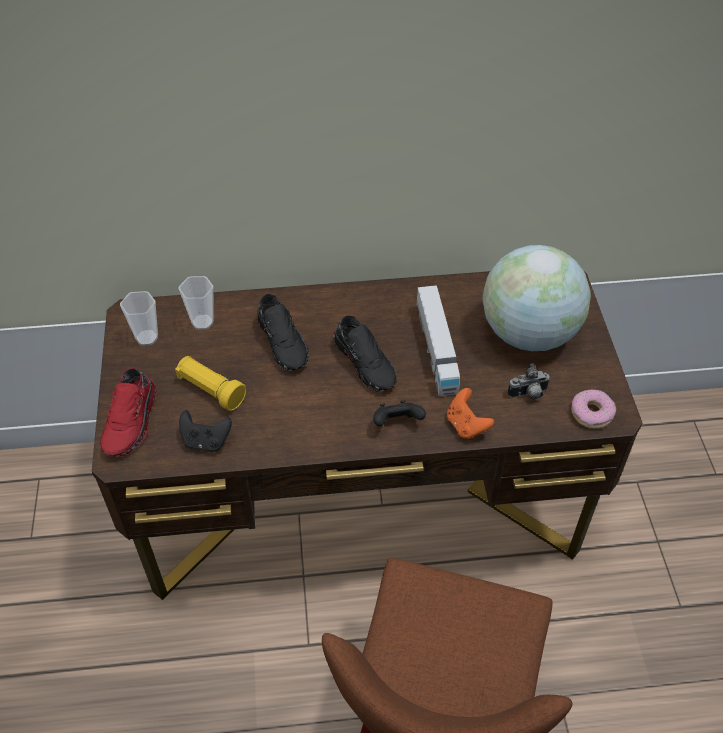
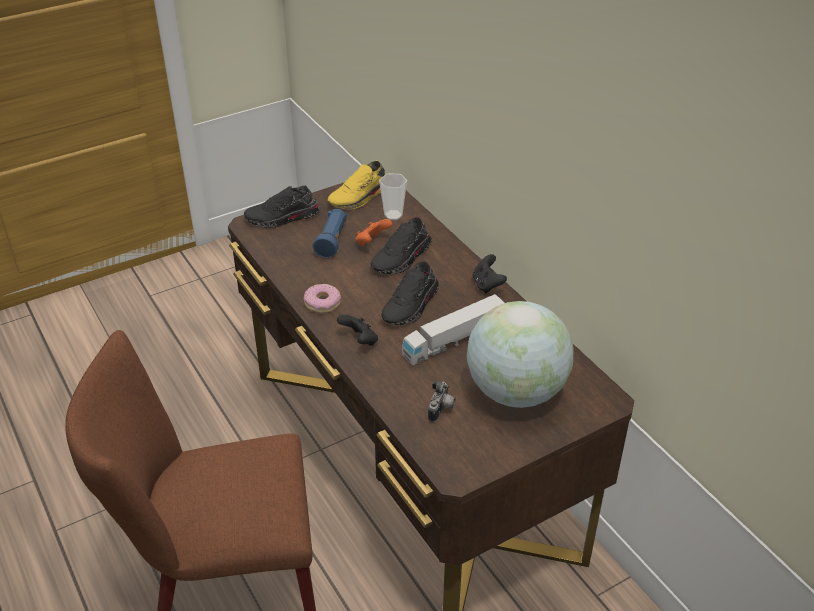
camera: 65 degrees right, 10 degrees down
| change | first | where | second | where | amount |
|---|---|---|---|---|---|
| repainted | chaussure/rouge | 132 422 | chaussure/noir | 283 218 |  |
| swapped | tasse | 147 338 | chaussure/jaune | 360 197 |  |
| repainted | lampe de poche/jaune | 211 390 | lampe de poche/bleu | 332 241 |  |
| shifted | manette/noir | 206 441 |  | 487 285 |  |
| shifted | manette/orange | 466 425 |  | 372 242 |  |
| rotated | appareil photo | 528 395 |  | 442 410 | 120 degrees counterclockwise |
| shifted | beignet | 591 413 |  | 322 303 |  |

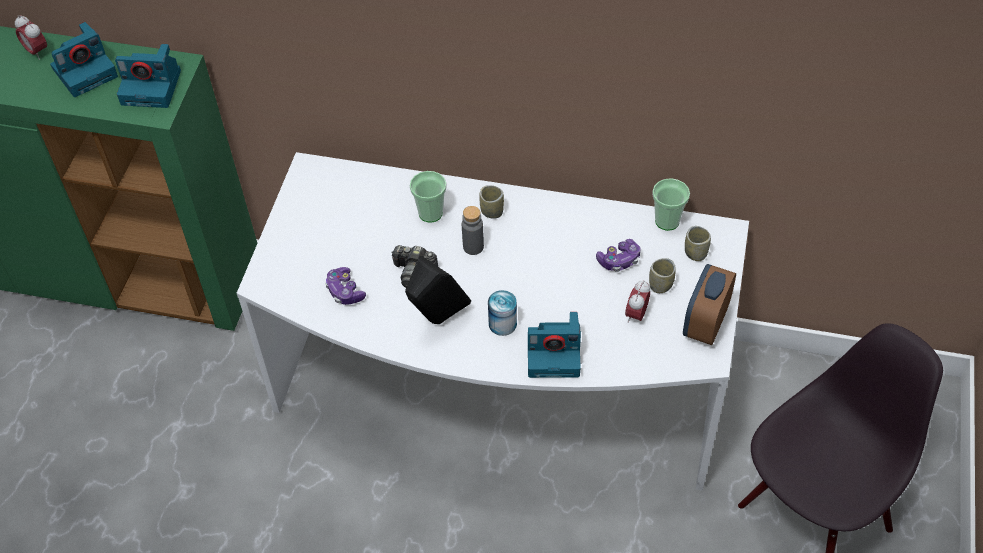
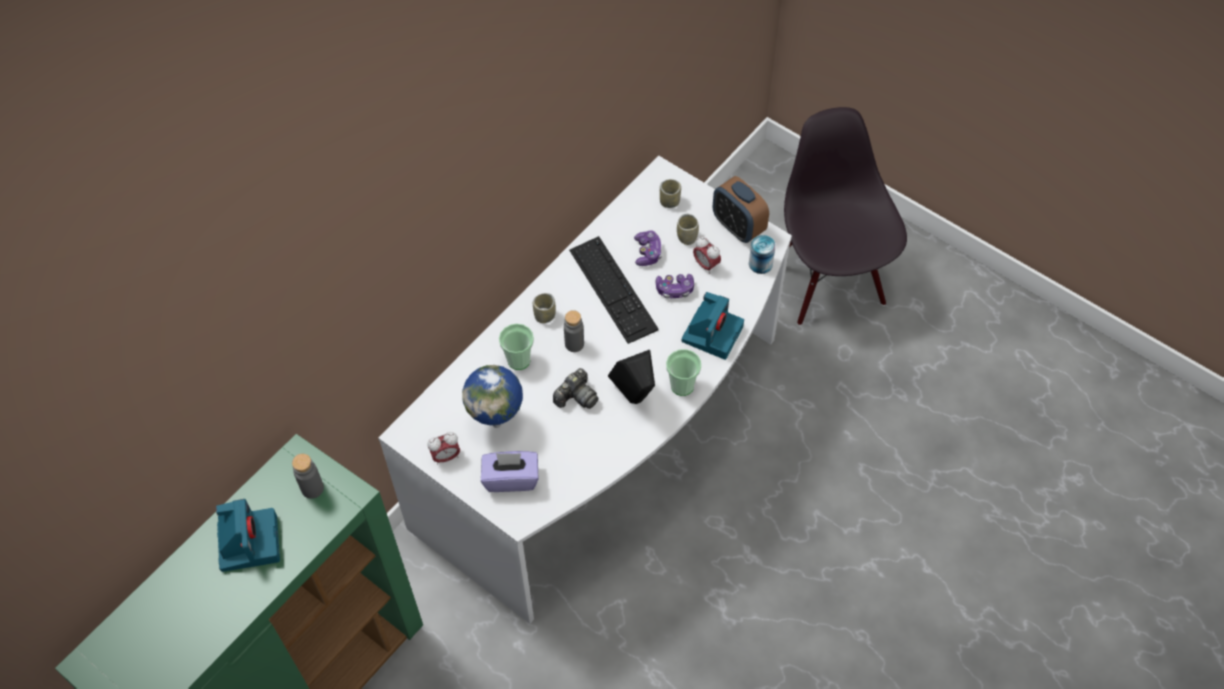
camera: 65 degrees left, 5 degrees up
| change | first | where | second | where | amount |
|---|---|---|---|---|---|
| shifted | réveil | 37 52 |  | 446 457 |  |
| swapped | appareil photo | 153 87 | bouteille/gris | 312 488 |  |
| shifted | manette | 345 291 |  | 675 289 |  |
| shifted | boîte métallique | 502 324 |  | 760 264 |  |
| shifted | tasse | 667 221 |  | 682 386 |  |
| new |  |  | globe | 498 423 |  |
| new |  |  | boîte à mouchoirs/violet | 511 478 |  |
| new |  |  | clavier | 613 289 |  |

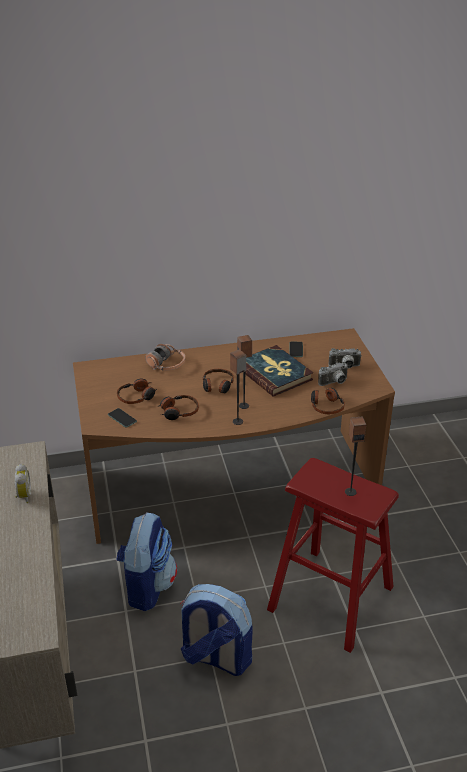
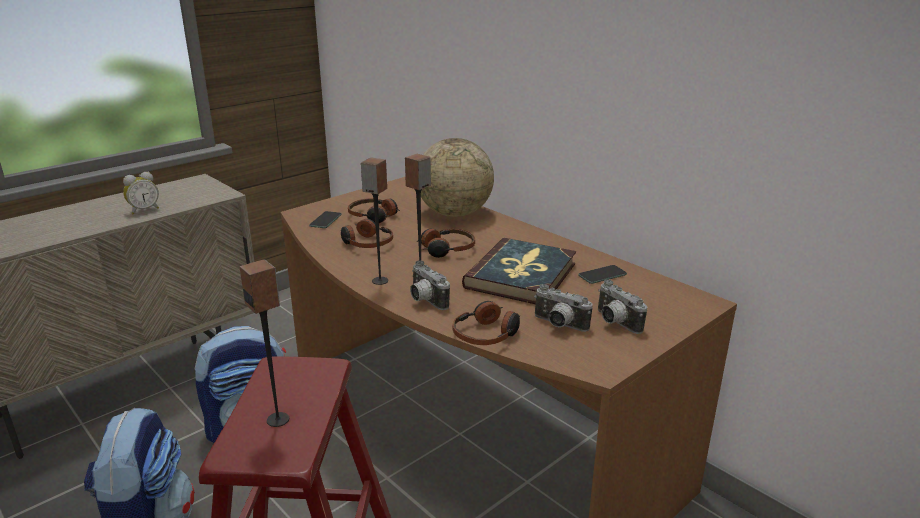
camera: 60 degrees right, 10 degrees down
| change | first | where | second | where | amount |
|---|---|---|---|---|---|
| swapped | casque audio | 166 365 | globe | 454 213 |  |
| new |  |  | appareil photo | 425 300 |  |

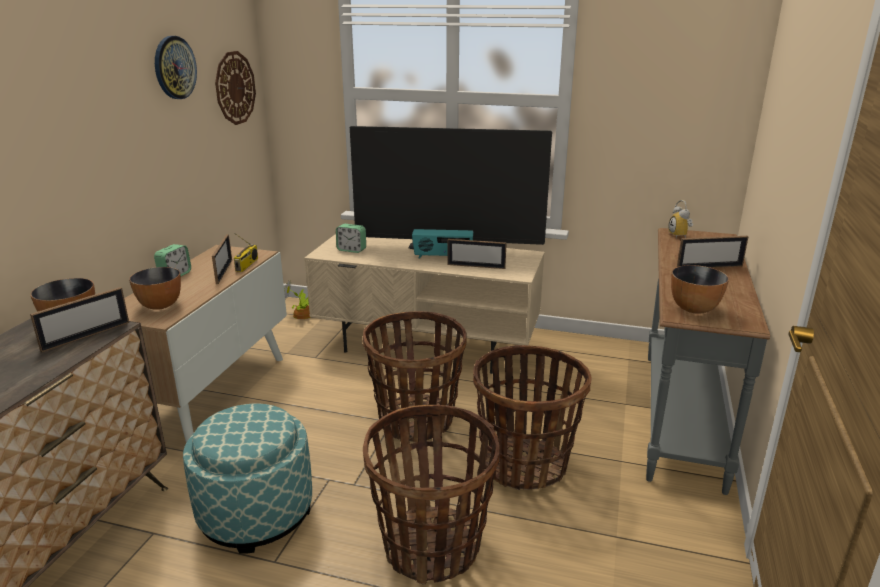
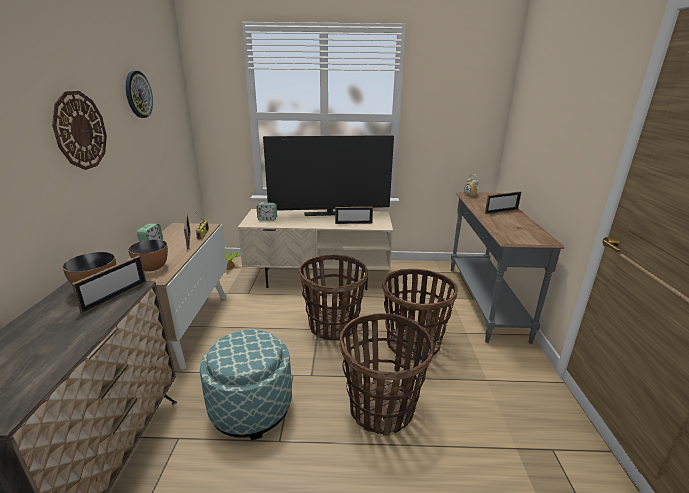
camera: 15 degrees left, 0 degrees up
| change | first | where | second | where | amount |
|---|---|---|---|---|---|
| shifted | horloge murale | 235 88 |  | 80 130 |  |
| gone | radio | 442 257 |  |  |  |
| gone | bol | 693 309 |  |  |  |

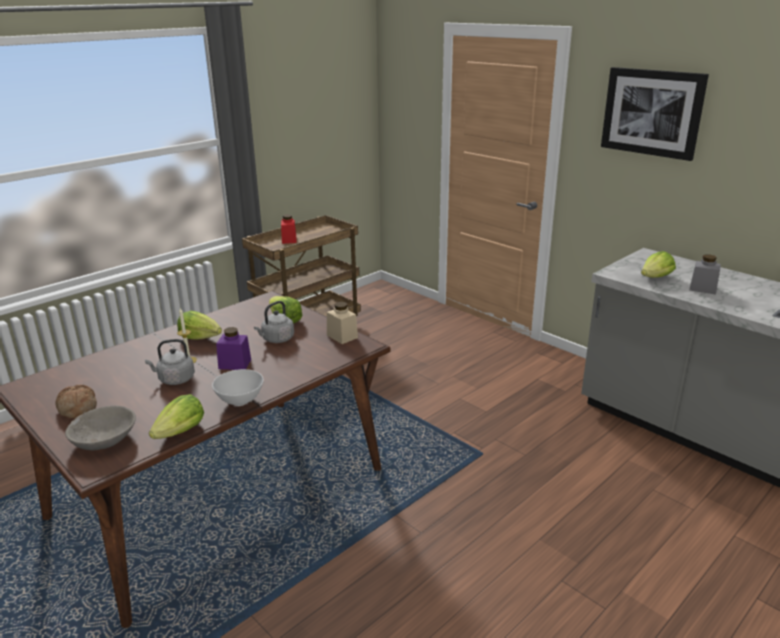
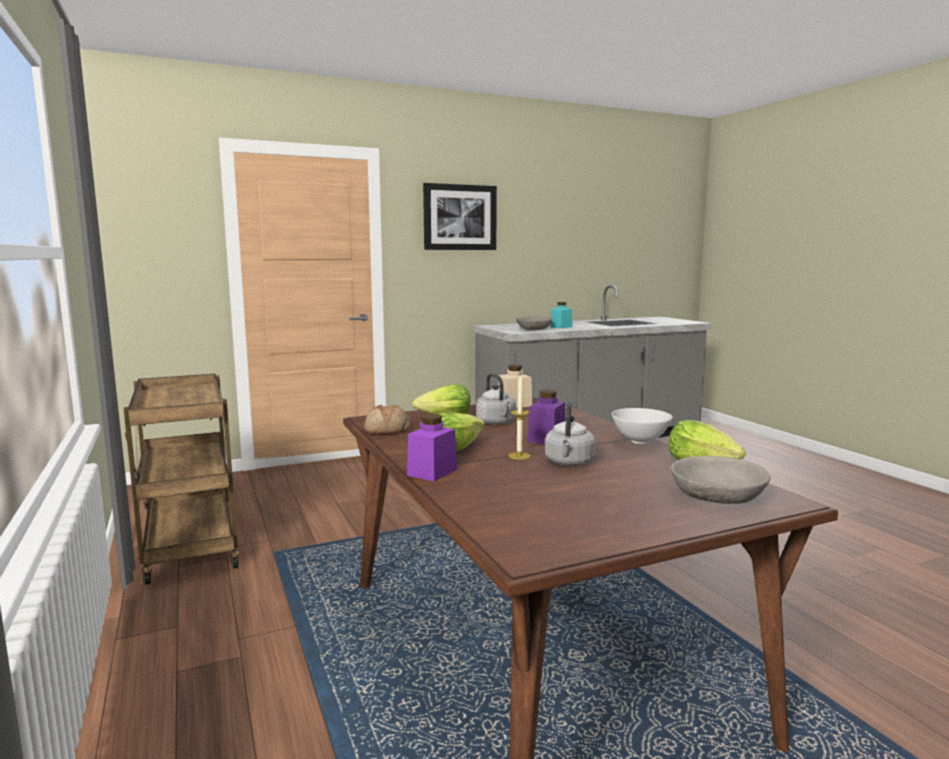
camera: 70 degrees left, 15 degrees down
| change | first | where | second | where | amount |
|---|---|---|---|---|---|
| shifted | pain | 77 408 |  | 387 430 |  |
| gone | bocal/rouge | 289 240 |  |  |  |
| swapped | laitue | 655 278 | bol/gris | 533 329 |  |
| repainted | bocal/gris | 703 288 | bocal/turquoise | 561 327 |  |
| new |  |  | bocal/violet | 432 472 |  |

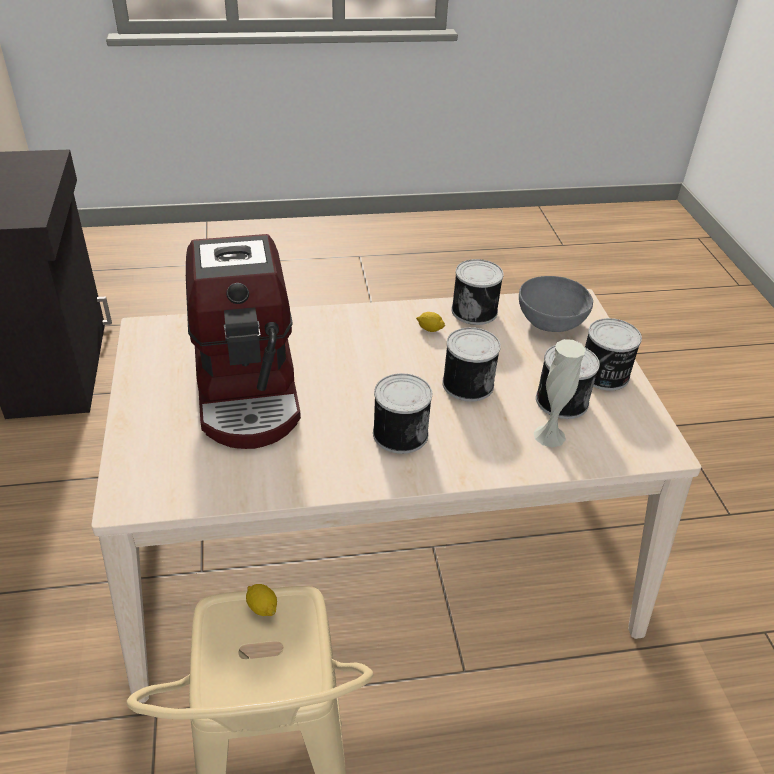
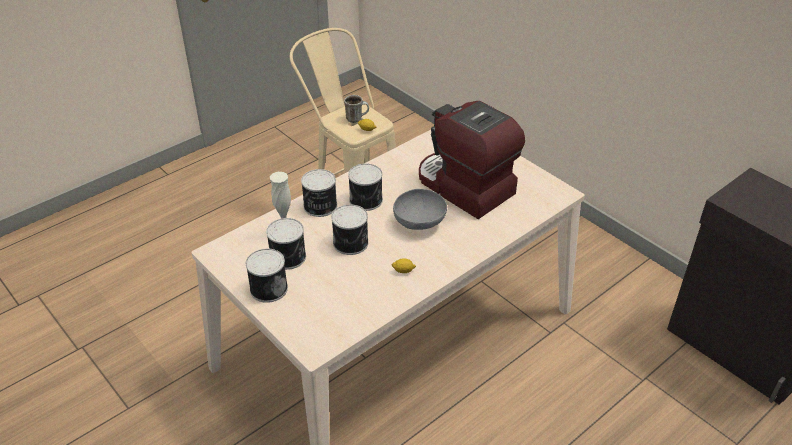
camera: 150 degrees right, 0 degrees up
| change | first | where | second | where | amount |
|---|---|---|---|---|---|
| shifted | boîte métallique | 475 310 |  | 320 206 |  |
| shifted | bol/gris | 550 320 |  | 420 223 |  |
| new |  |  | mug | 357 118 |  |

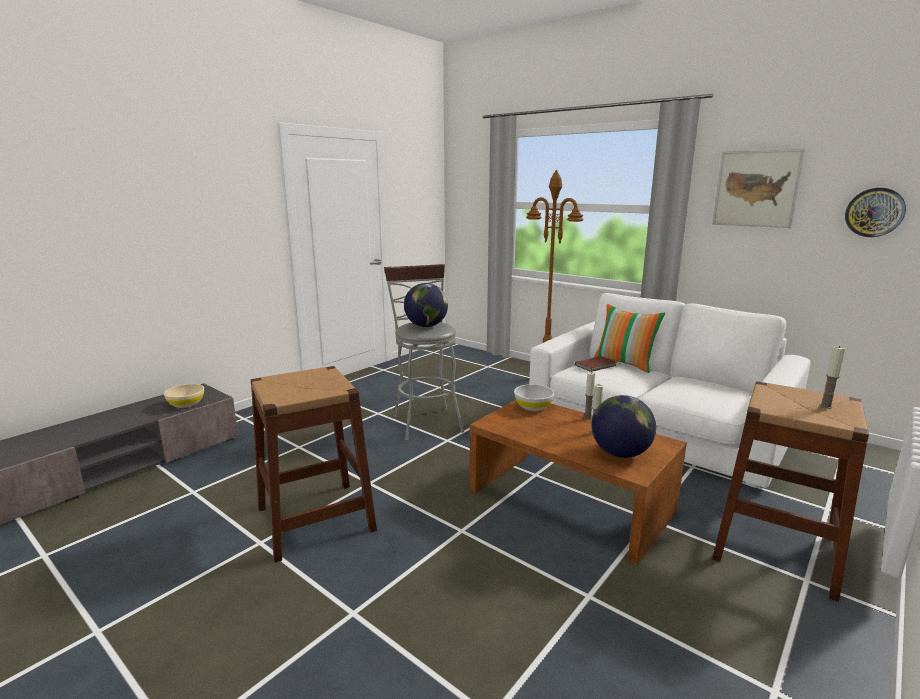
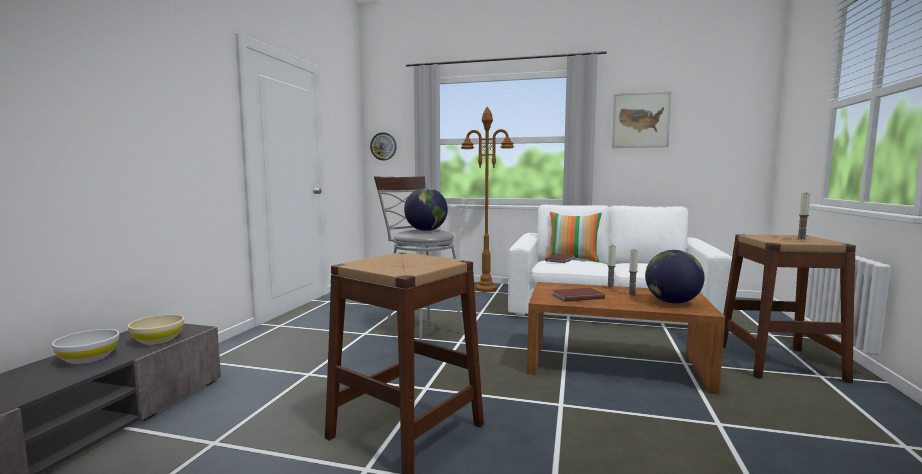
camera: 25 degrees left, 10 degrees down
| change | first | where | second | where | amount |
|---|---|---|---|---|---|
| shifted | bol/blanc | 533 407 |  | 89 358 |  |
| shifted | horloge murale | 874 212 |  | 383 146 |  |
| new |  |  | livre/marron | 577 296 |  |

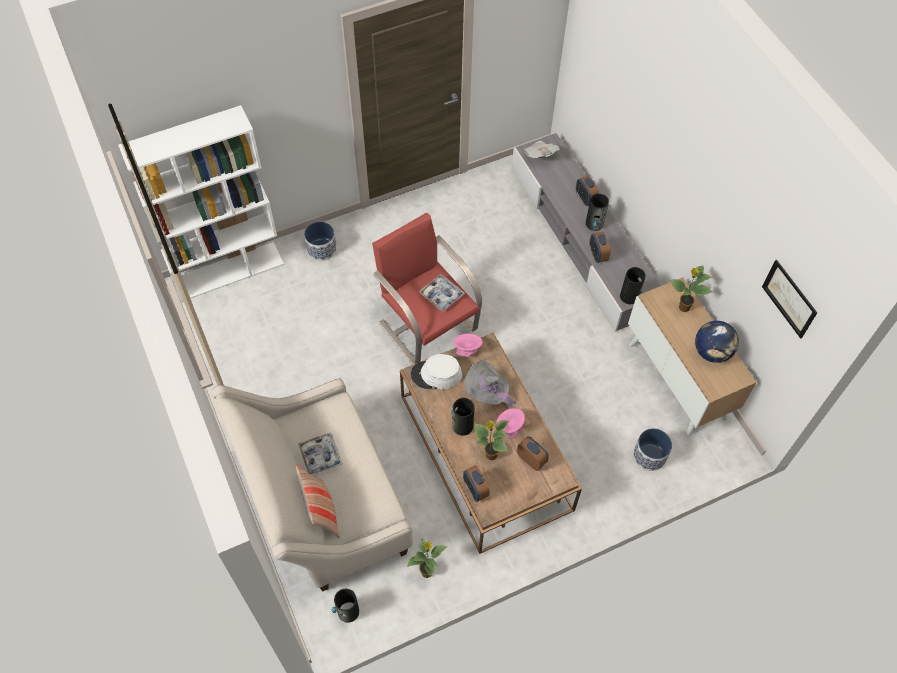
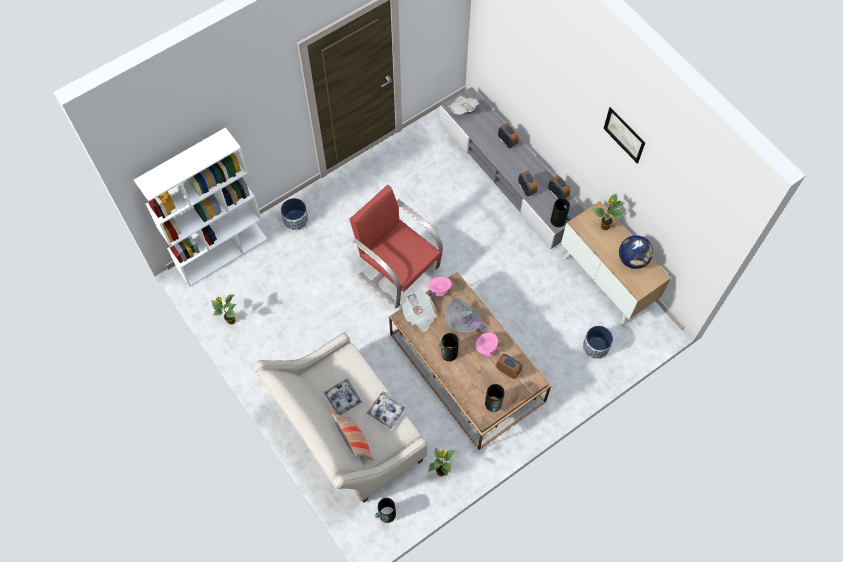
camera: 10 degrees left, 5 degrees up
| change | first | where | second | where | amount |
|---|---|---|---|---|---|
| swapped | chapeau/blanc | 436 375 | journal | 419 315 |  |
| shifted | plateau | 441 295 |  | 386 411 |  |
| shifted | réveil | 475 489 |  | 557 193 |  |
| shifted | plante en pot | 490 455 |  | 230 320 |  |
| shifted | vase | 594 223 |  | 493 404 |  |
| shifted | tableau | 789 298 |  | 624 135 |  |

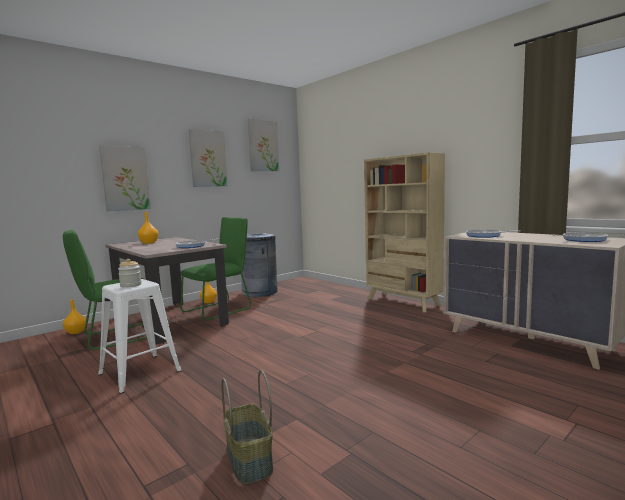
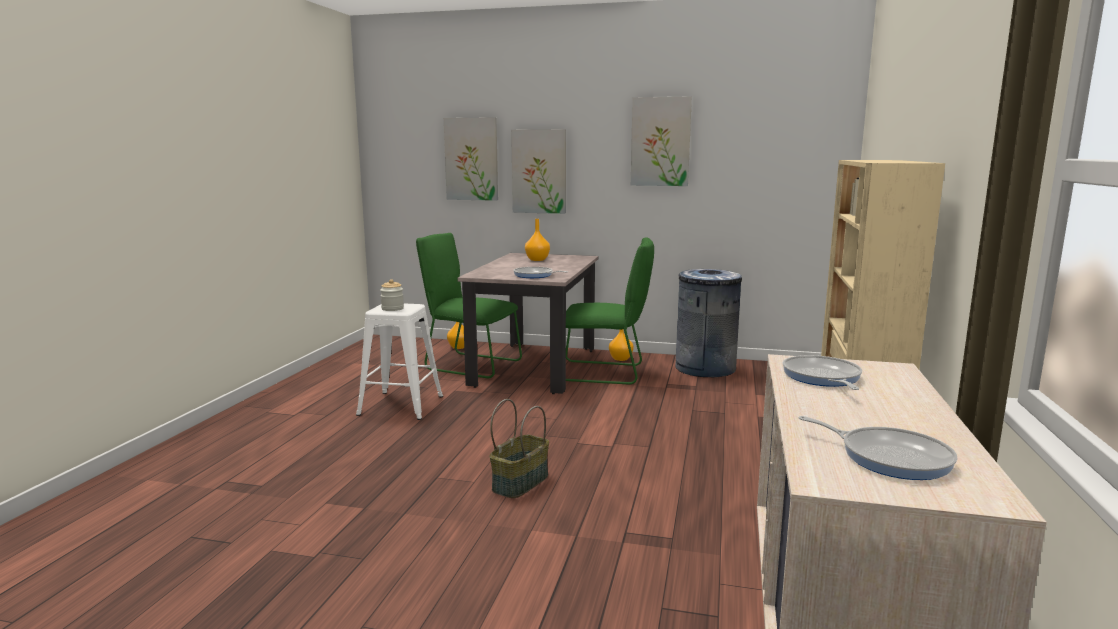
camera: 55 degrees right, 5 degrees up
| change | first | where | second | where | amount |
|---|---|---|---|---|---|
| shifted | panier | 248 459 |  | 520 482 |  |
| shifted | tableau | 263 146 |  | 471 159 |  |

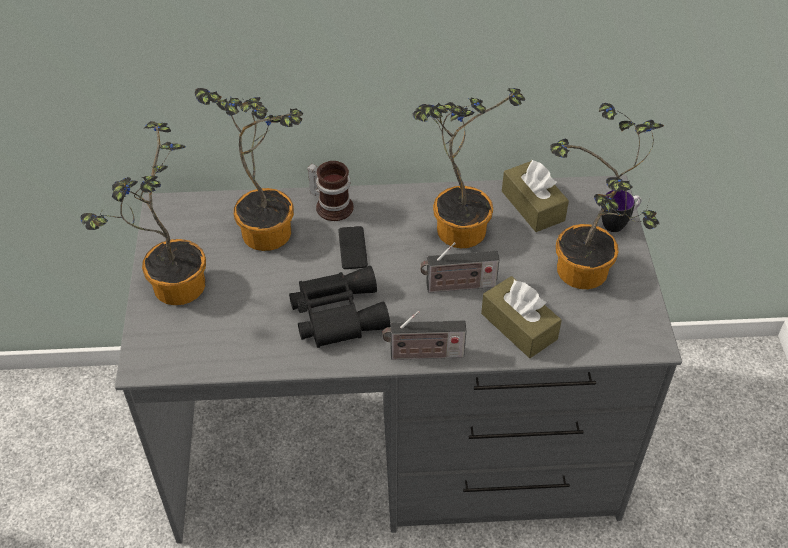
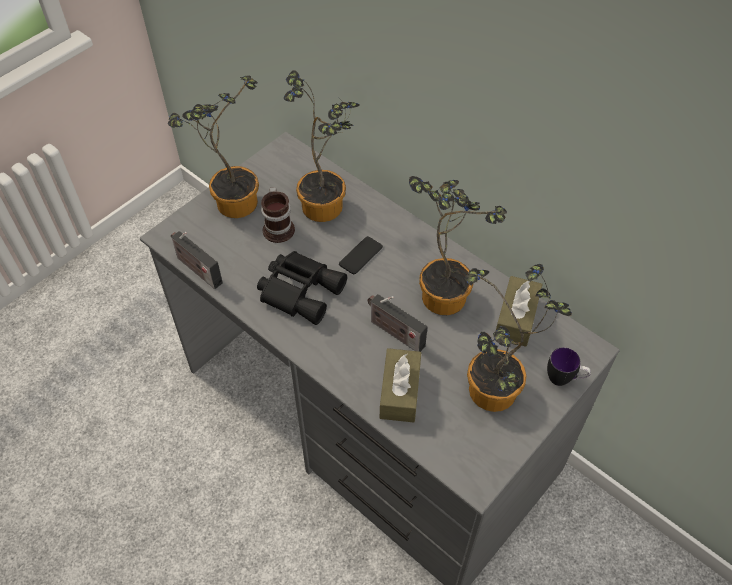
camera: 45 degrees right, 5 degrees up
| change | first | where | second | where | amount |
|---|---|---|---|---|---|
| shifted | mug | 332 205 |  | 279 227 |  |
| shifted | radio | 423 354 |  | 197 269 |  |

